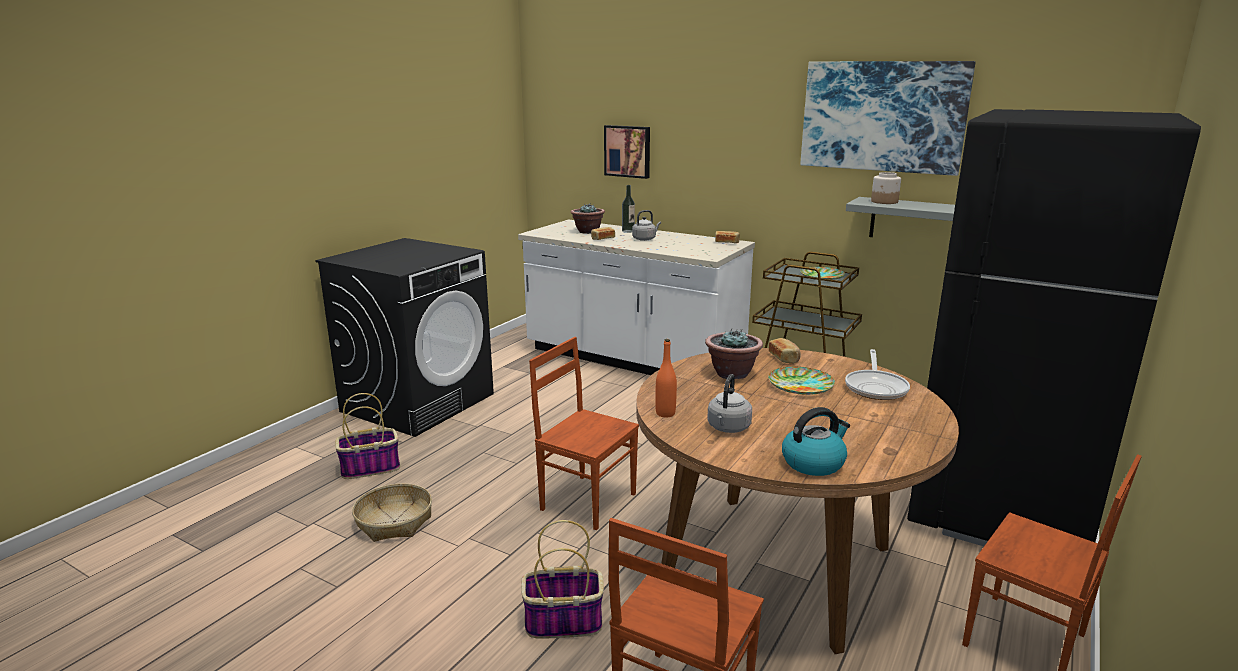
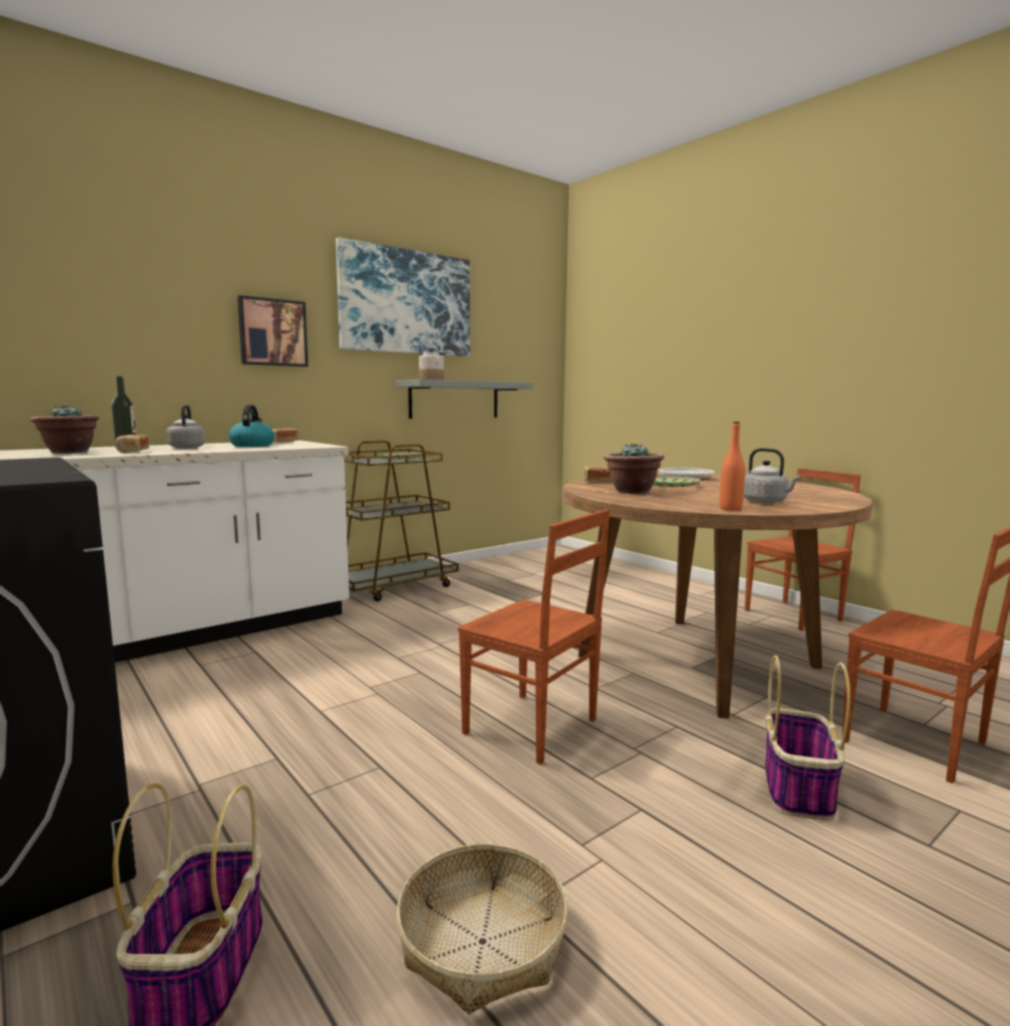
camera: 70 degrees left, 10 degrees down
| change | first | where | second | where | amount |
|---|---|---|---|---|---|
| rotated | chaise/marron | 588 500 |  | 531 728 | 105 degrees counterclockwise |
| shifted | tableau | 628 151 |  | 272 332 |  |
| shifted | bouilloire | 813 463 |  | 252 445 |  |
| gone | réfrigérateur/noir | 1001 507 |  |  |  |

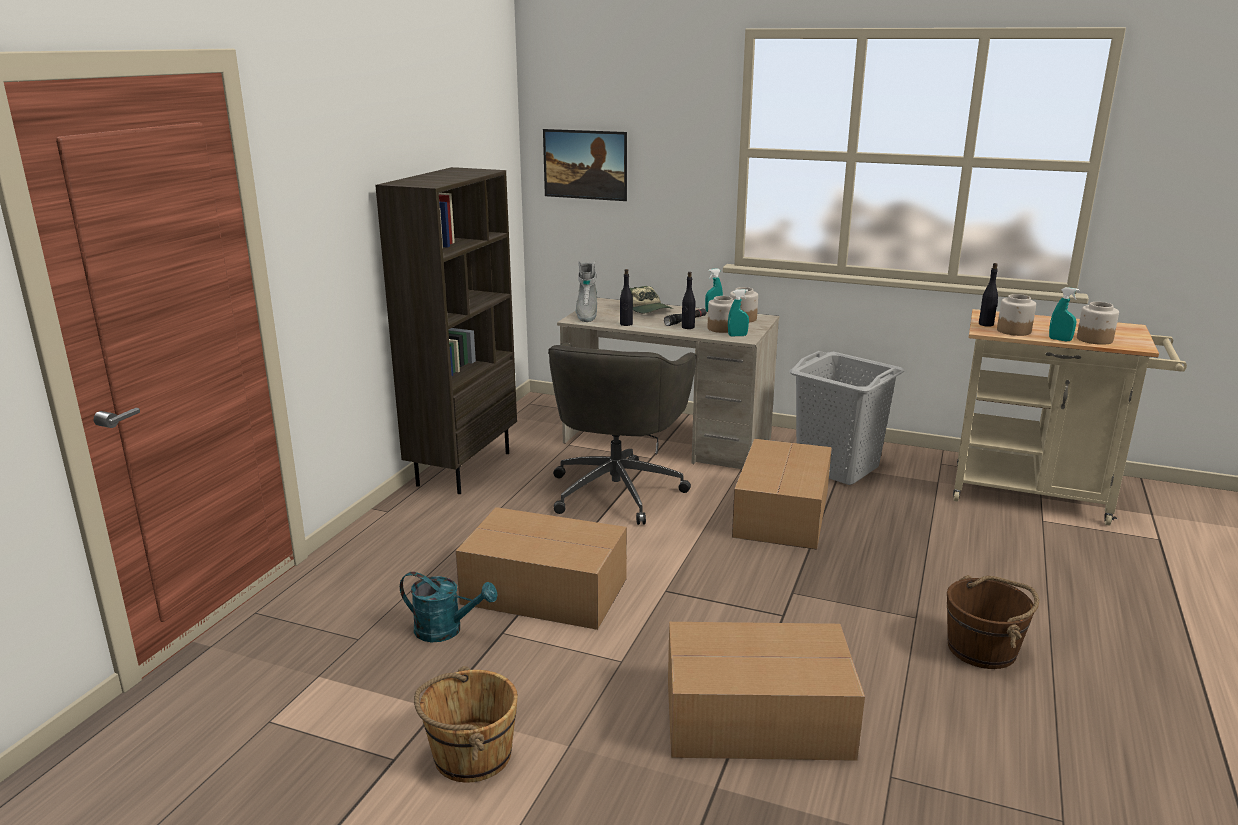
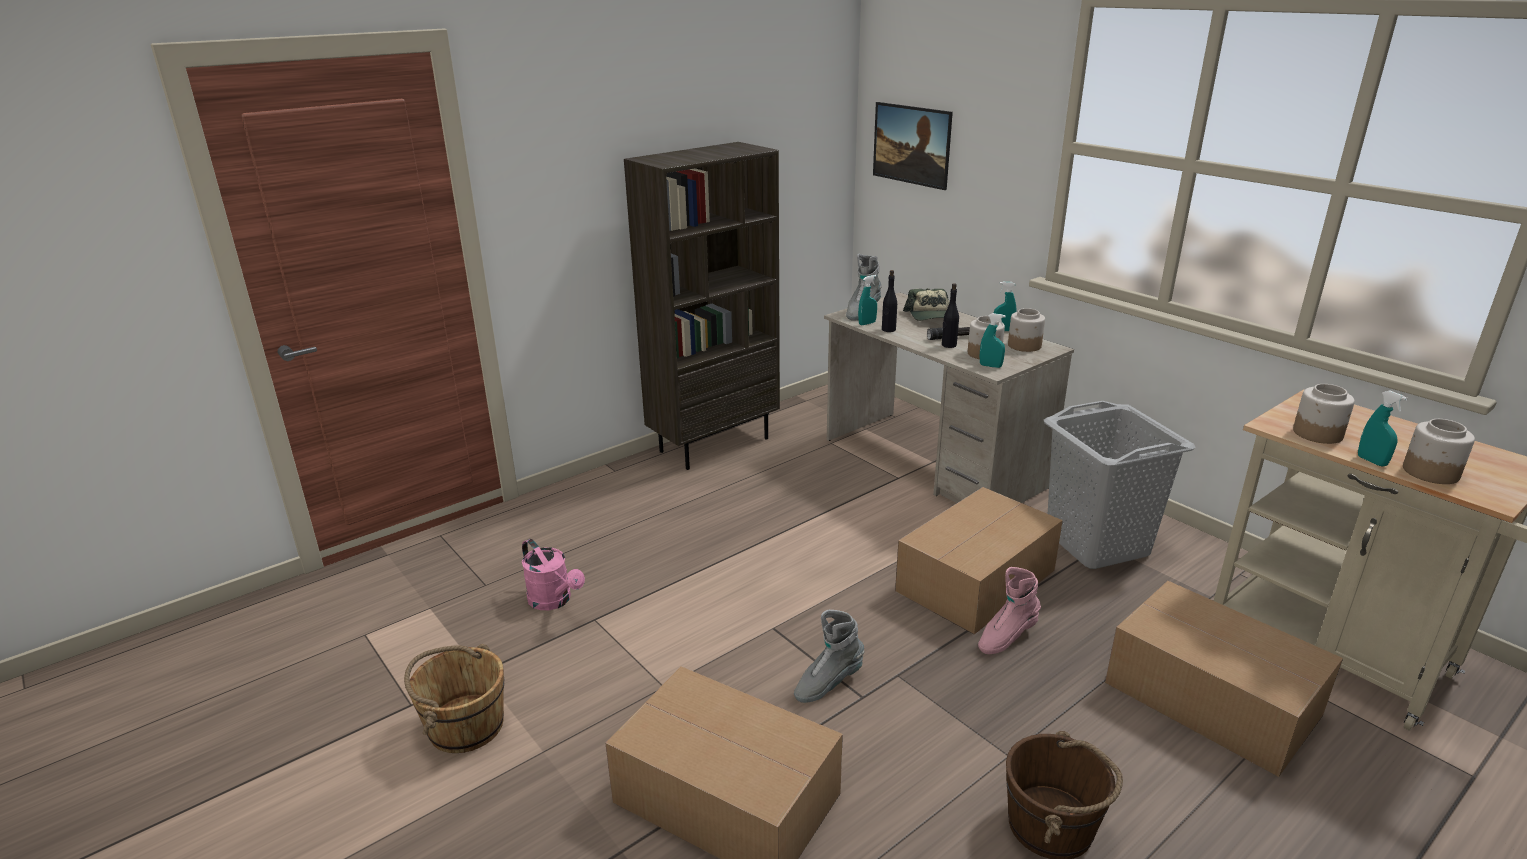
camera: 30 degrees right, 5 degrees up
| change | first | where | second | where | amount |
|---|---|---|---|---|---|
| repainted | arrosoir/turquoise | 446 630 | arrosoir/rose | 554 601 |  |
| shifted | carton | 543 590 |  | 1209 696 |  |
| gone | chaise de bureau/gris | 617 490 |  |  |  |
| gone | bouteille/noir | 986 324 |  |  |  |
| new |  |  | botte/gris | 828 683 |  |
| new |  |  | vaporisateur/turquoise | 867 323 |  |
| new |  |  | botte/rose | 1006 637 |  |

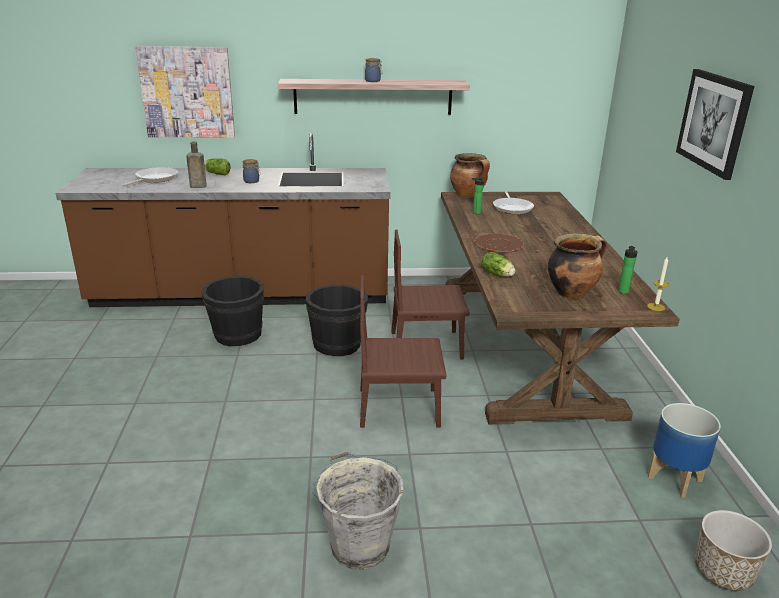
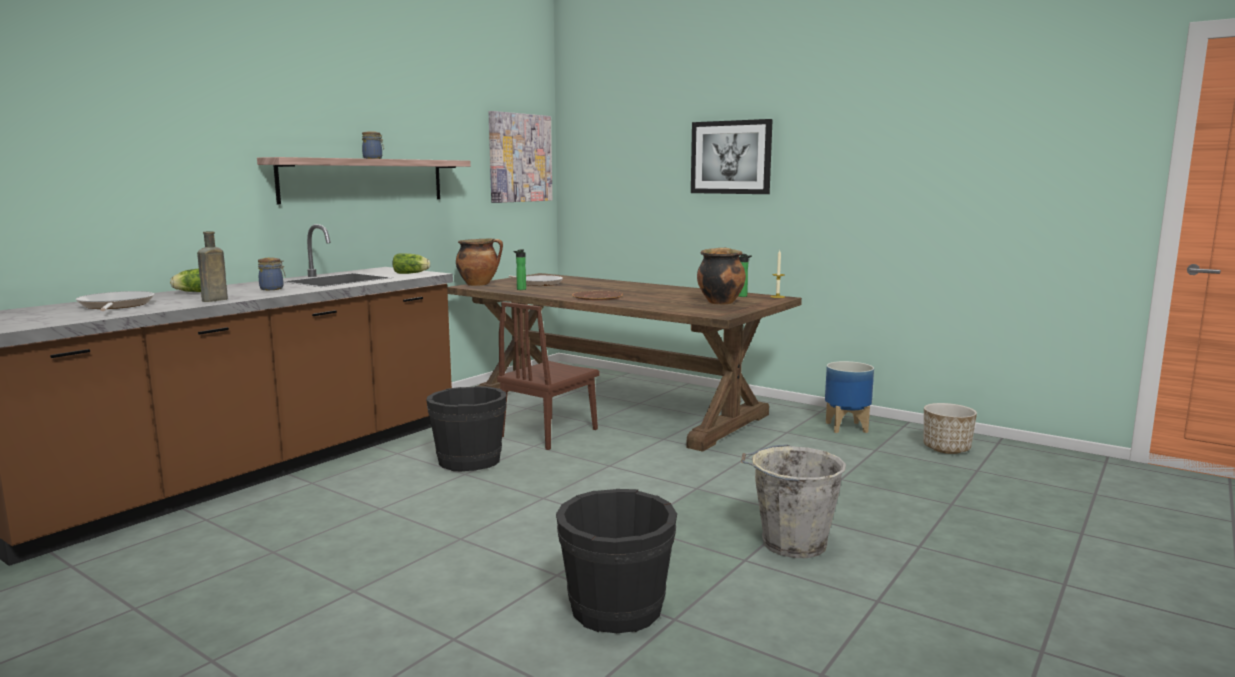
camera: 50 degrees left, 15 degrees down
| change | first | where | second | where | amount |
|---|---|---|---|---|---|
| shifted | tableau | 187 92 |  | 520 158 |  |
| shifted | seau/noir | 237 335 |  | 616 609 |  |
| gone | chaise/marron | 399 407 |  |  |  |
| shifted | laitue | 498 274 |  | 412 273 |  |

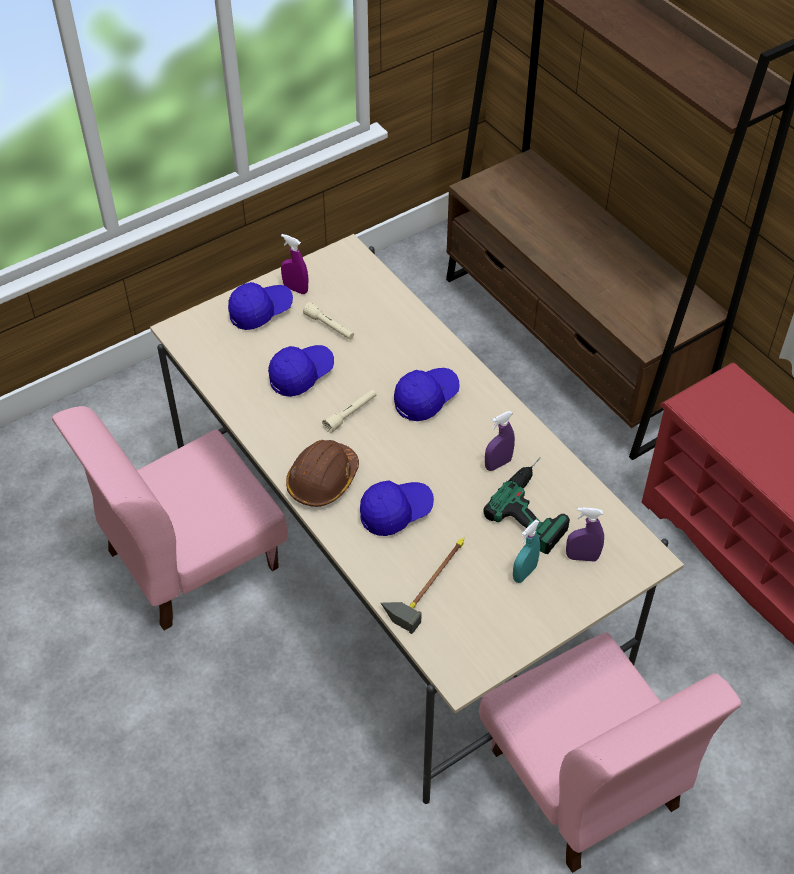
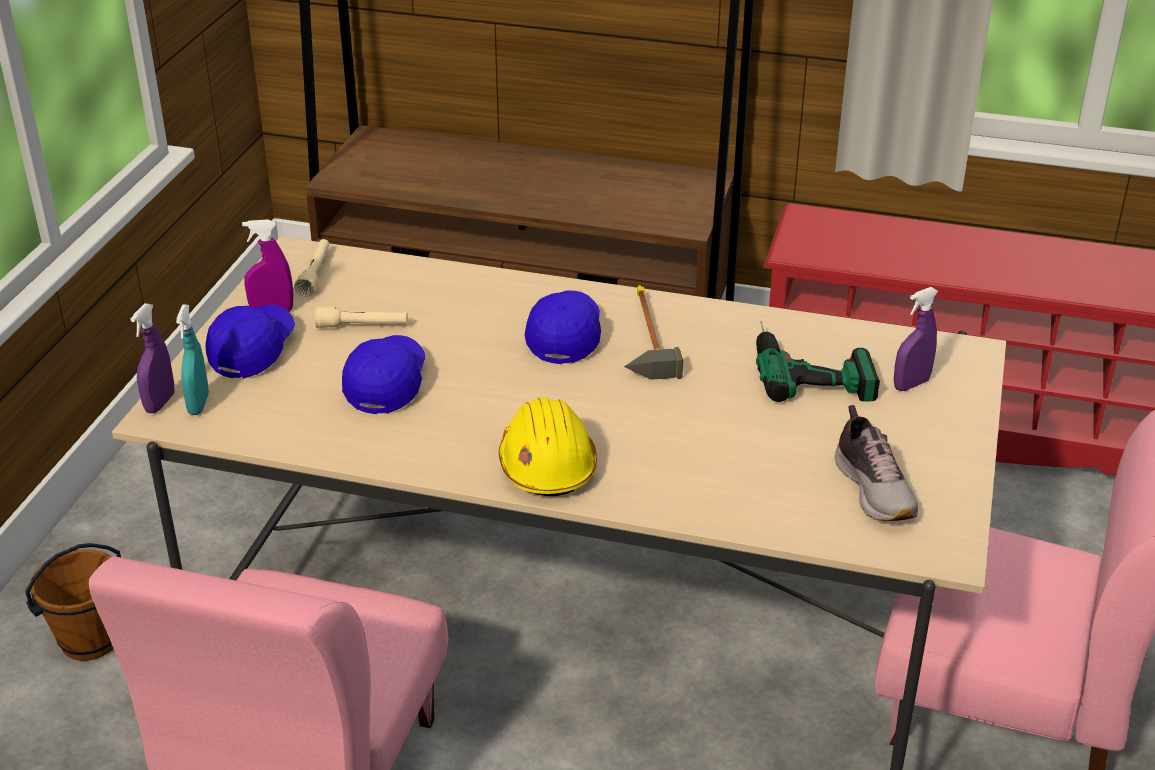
camera: 40 degrees left, 15 degrees down
| change | first | where | second | where | amount |
|---|---|---|---|---|---|
| repainted | casque de chantier/marron | 323 480 | casque de chantier/jaune | 547 465 |  |
| shifted | lampe de poche/beige | 350 414 |  | 315 274 |  |
| gone | casquette/bleu | 395 512 |  |  |  |
| shifted | marteau | 427 580 |  | 641 335 |  |
| shifted | vaporisateur/violet | 498 464 |  | 160 403 |  |
| shifted | vaporisateur/turquoise | 524 573 |  | 198 404 |  |
| new |  |  | seau/marron | 91 641 |  |
| new |  |  | chaussure | 875 489 |  |

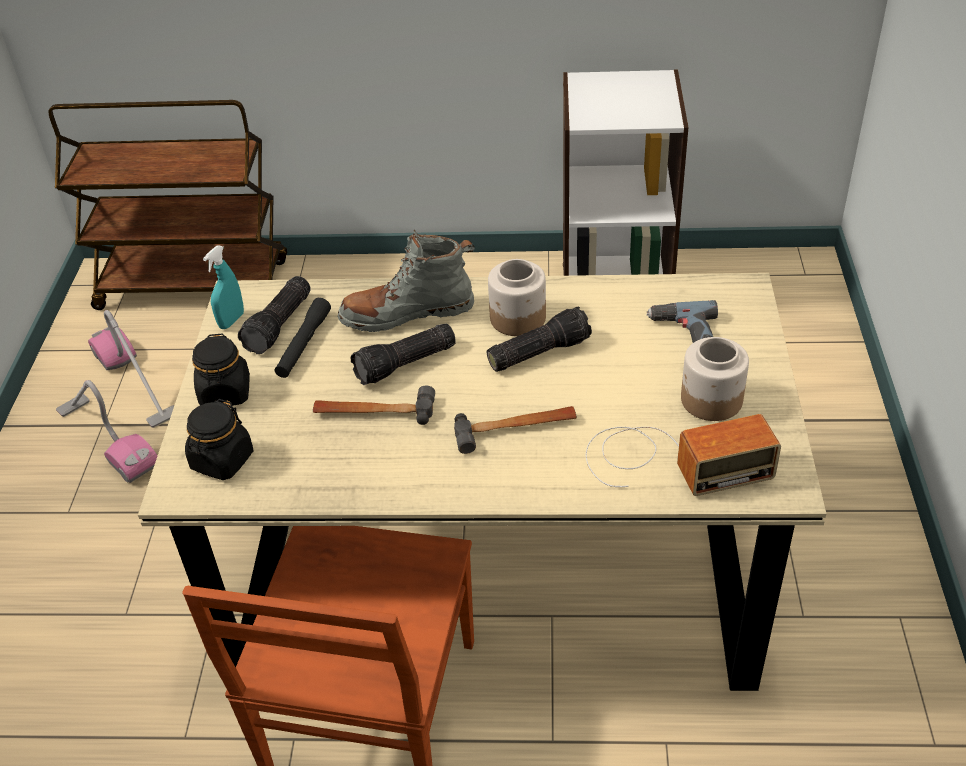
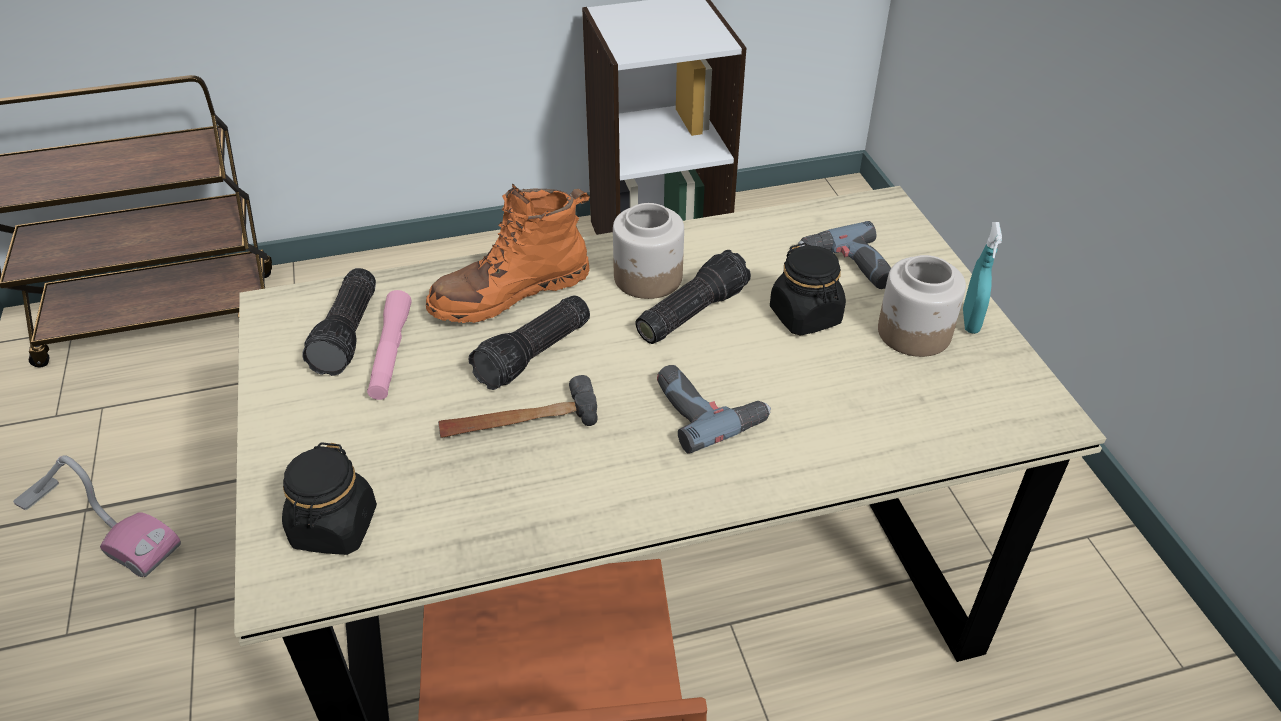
camera: 20 degrees left, 0 degrees up
| change | first | where | second | where | amount |
|---|---|---|---|---|---|
| gone | aspirateur | 135 382 |  |  |  |
| shifted | bocal/noir | 225 393 |  | 805 316 |  |
| shifted | vaporisateur/turquoise | 231 320 |  | 970 321 |  |
| repainted | lampe de poche/noir | 303 344 | lampe de poche/rose | 390 353 |  |
| repainted | botte/gris | 407 313 | botte/orange | 510 293 |  |
| swapped | marteau | 515 429 | perceuse | 707 409 |  |
| gone | radio | 670 460 |  |  |  |

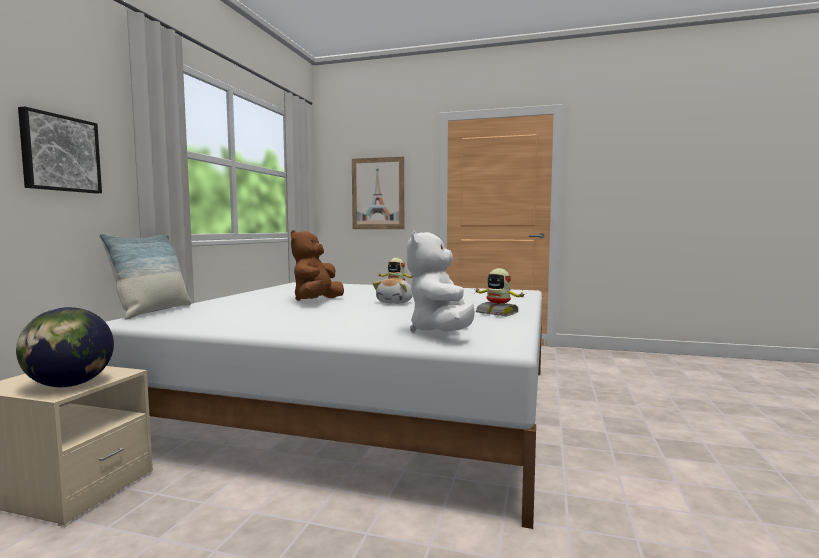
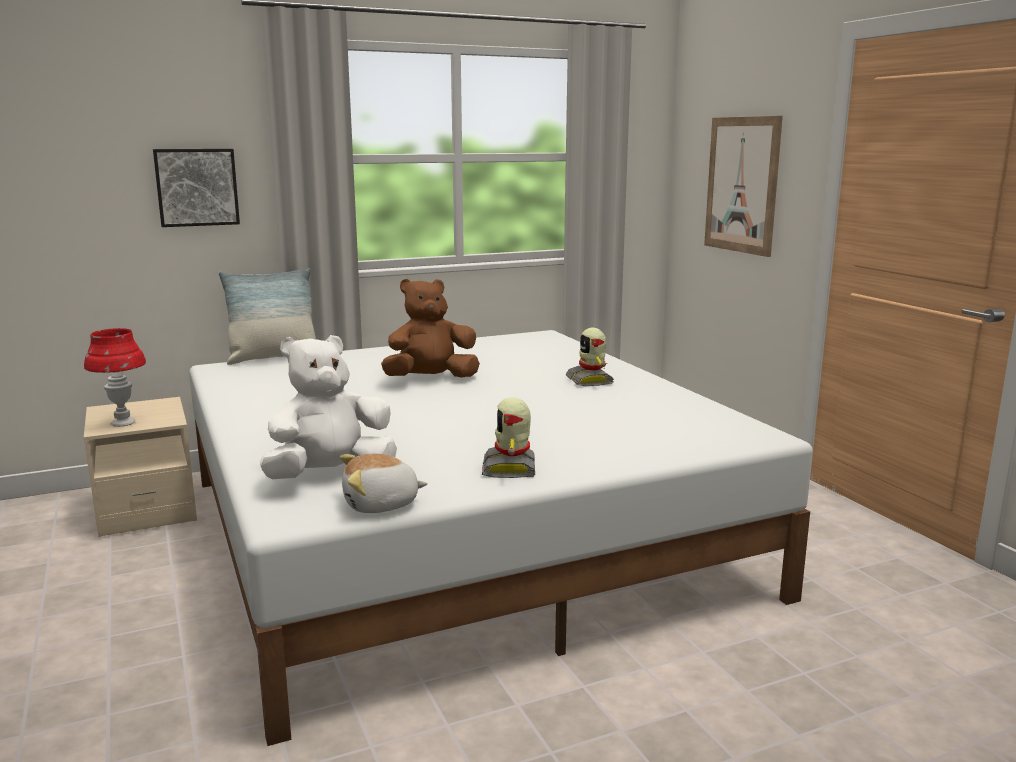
camera: 50 degrees right, 10 degrees up
| change | first | where | second | where | amount |
|---|---|---|---|---|---|
| swapped | globe | 69 385 | lampe de table/rouge | 123 423 |  |
| shifted | peluche | 396 302 |  | 381 505 |  |

